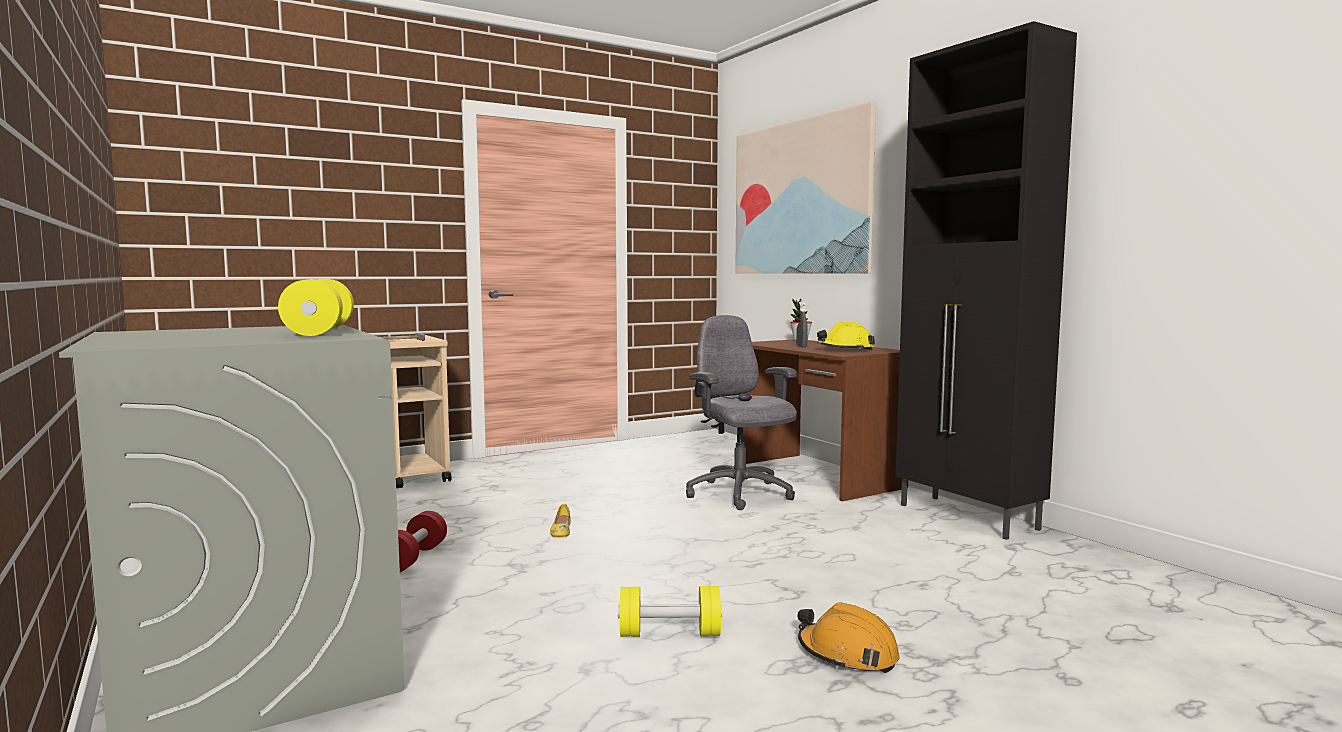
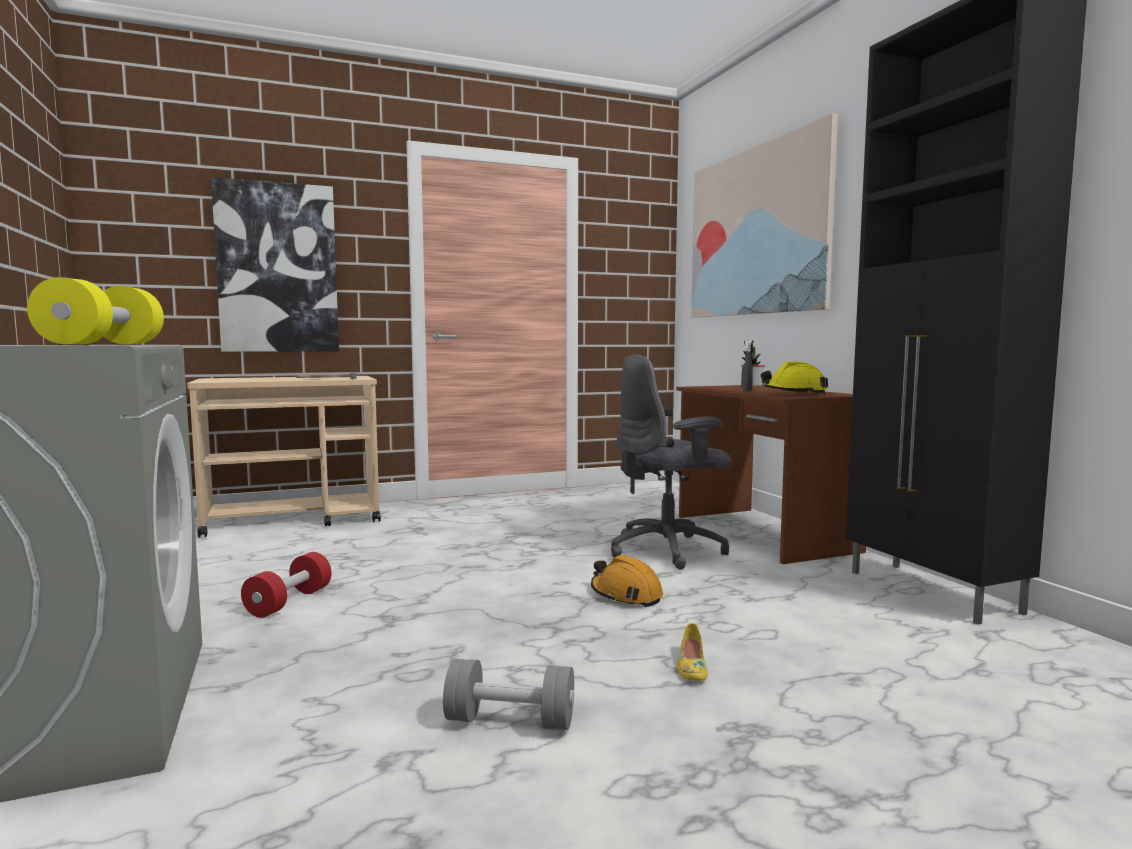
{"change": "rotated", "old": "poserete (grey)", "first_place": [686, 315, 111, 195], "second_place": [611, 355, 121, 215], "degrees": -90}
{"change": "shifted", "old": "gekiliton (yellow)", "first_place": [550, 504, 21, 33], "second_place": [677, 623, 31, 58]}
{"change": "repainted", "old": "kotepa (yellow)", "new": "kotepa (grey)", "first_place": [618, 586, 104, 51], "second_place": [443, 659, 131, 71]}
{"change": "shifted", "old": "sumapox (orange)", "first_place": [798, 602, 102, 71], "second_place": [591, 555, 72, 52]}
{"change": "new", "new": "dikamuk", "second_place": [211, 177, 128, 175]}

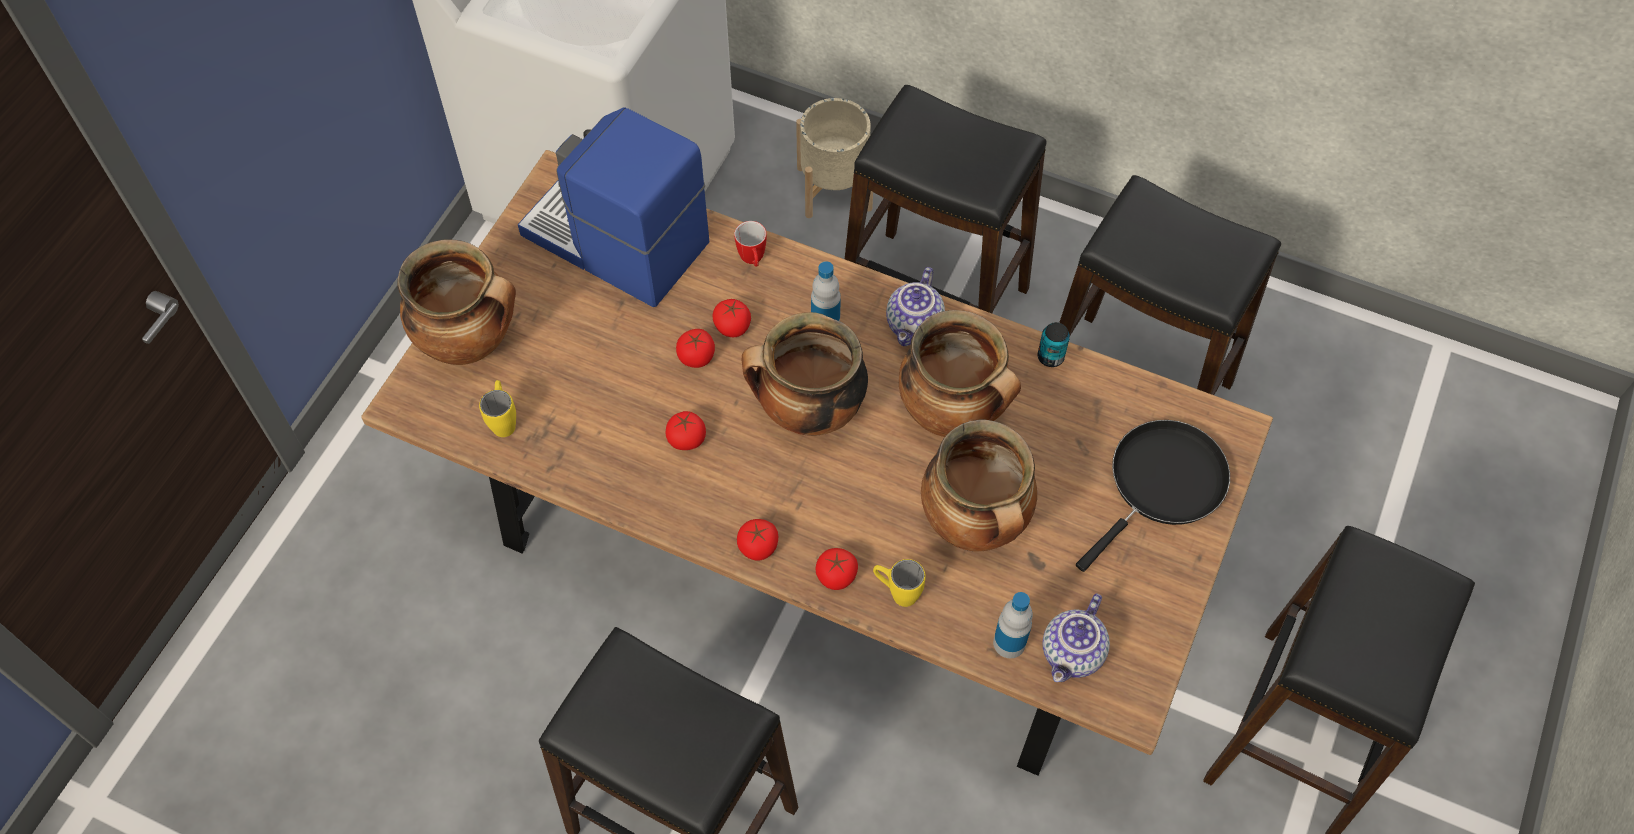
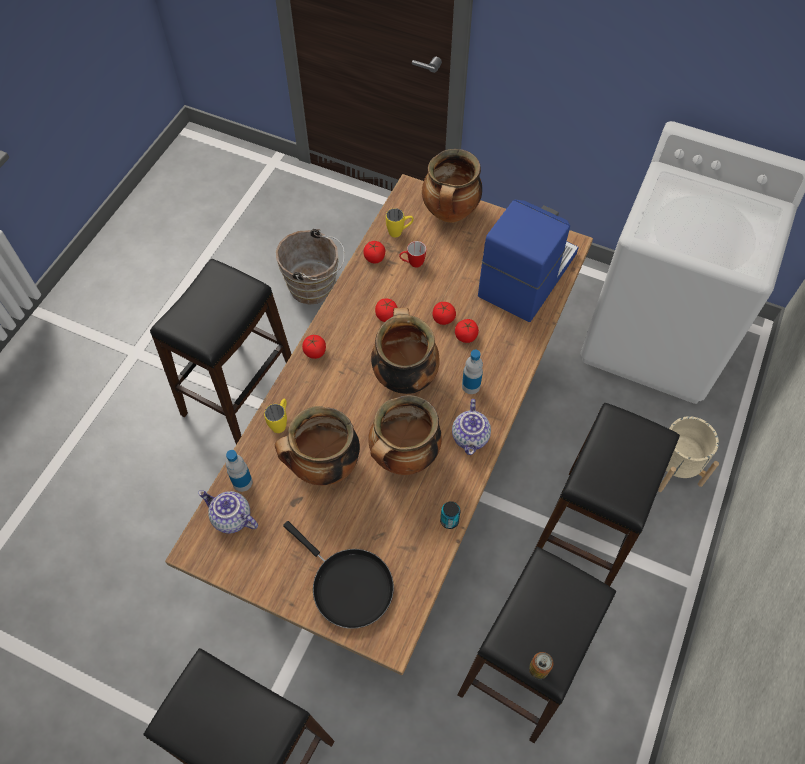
{"change": "shifted", "old": "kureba", "first_place": [734, 221, 33, 46], "second_place": [399, 241, 27, 27]}
{"change": "rotated", "old": "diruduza", "first_place": [886, 267, 59, 79], "second_place": [452, 399, 39, 56], "degrees": -105}
{"change": "shifted", "old": "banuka", "first_place": [816, 548, 42, 42], "second_place": [363, 241, 22, 22]}
{"change": "new", "new": "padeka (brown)", "second_place": [276, 229, 69, 76]}
{"change": "new", "new": "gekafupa", "second_place": [529, 652, 24, 27]}

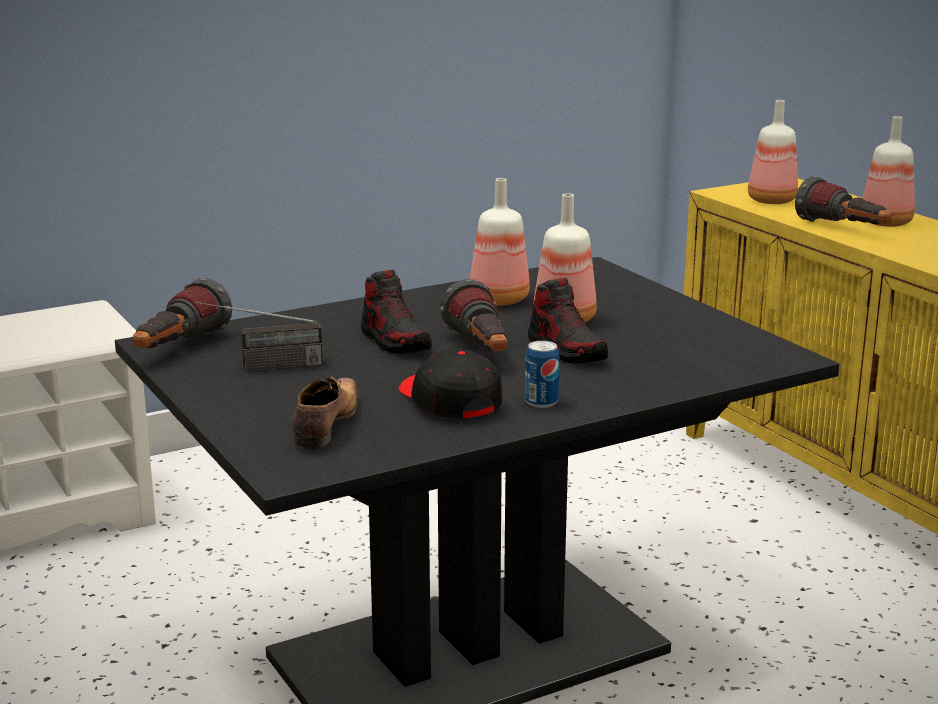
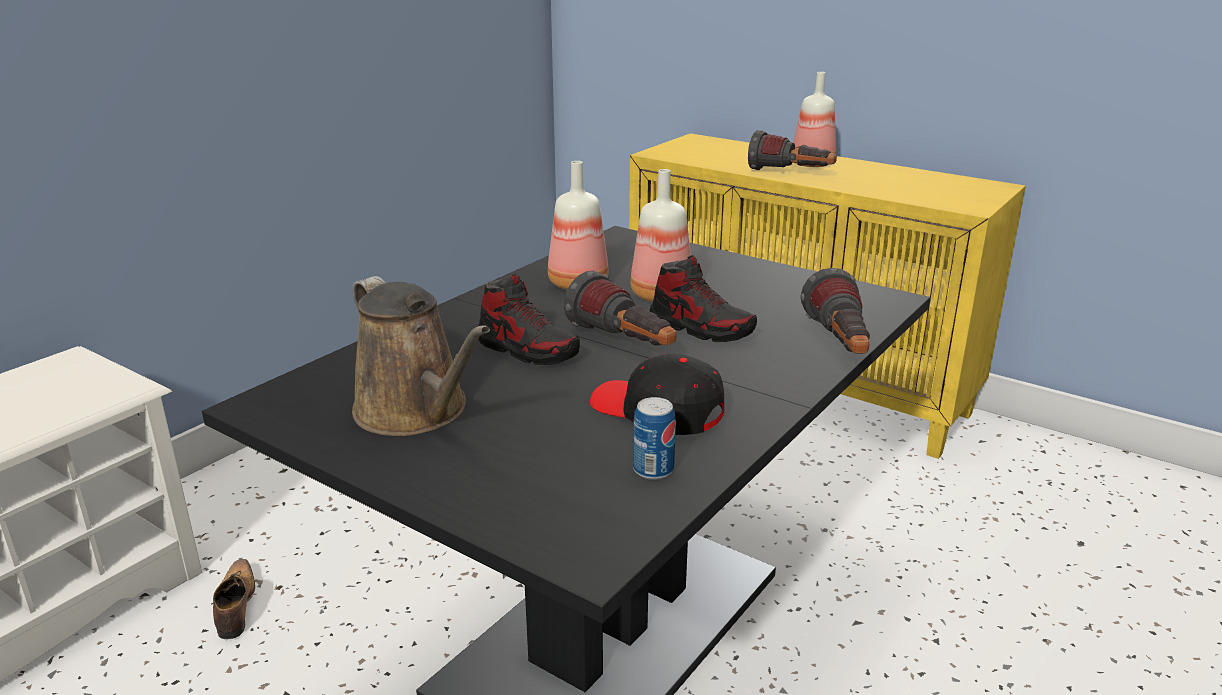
{"change": "gone", "old": "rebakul", "first_place": [748, 100, 50, 104]}
{"change": "shifted", "old": "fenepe", "first_place": [133, 278, 99, 70], "second_place": [800, 268, 70, 86]}
{"change": "swapped", "old": "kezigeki", "new": "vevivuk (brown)", "first_place": [196, 302, 127, 70], "second_place": [352, 276, 138, 160]}
{"change": "shifted", "old": "gekafupa", "first_place": [525, 341, 35, 67], "second_place": [633, 397, 43, 83]}
{"change": "shifted", "old": "gekiliton", "first_place": [293, 376, 65, 74], "second_place": [213, 559, 42, 80]}

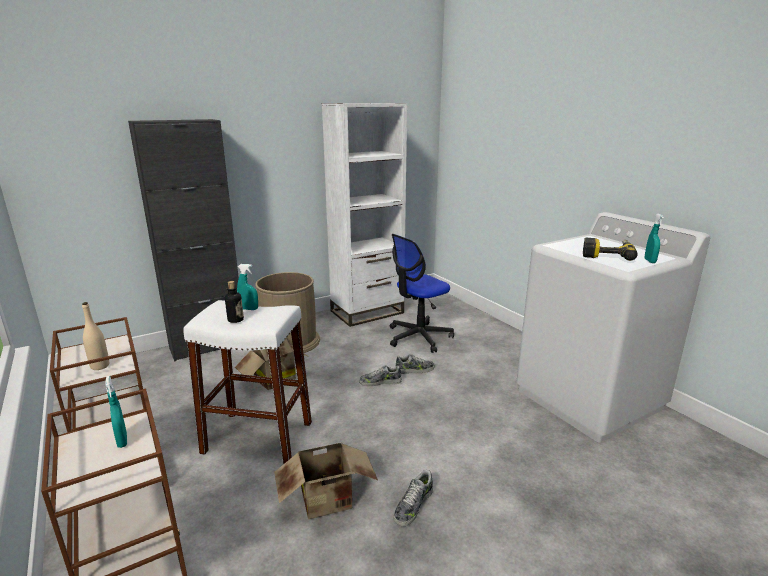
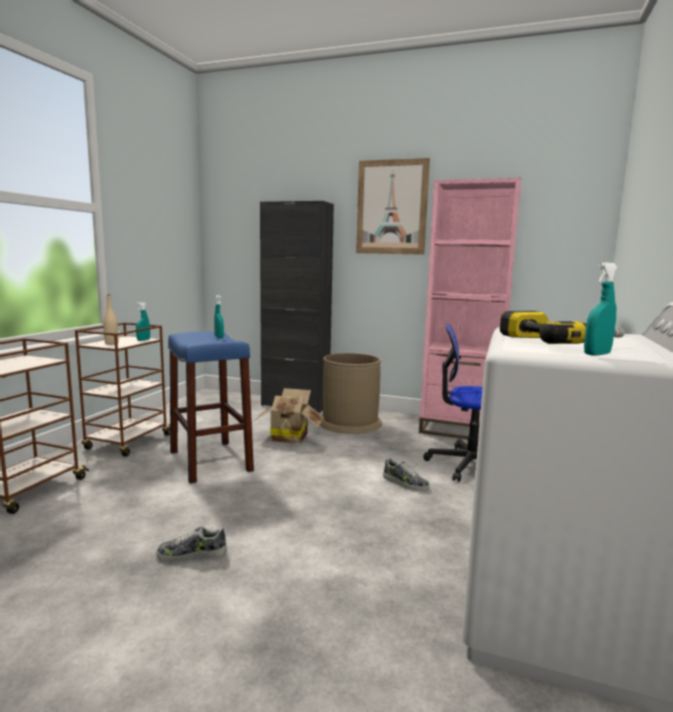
{"change": "repainted", "old": "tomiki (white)", "new": "tomiki (pink)", "first_place": [322, 103, 85, 224], "second_place": [419, 178, 102, 261]}
{"change": "gone", "old": "rebakul", "first_place": [225, 281, 19, 42]}
{"change": "repainted", "old": "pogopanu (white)", "new": "pogopanu (blue)", "first_place": [183, 300, 129, 164], "second_place": [168, 331, 86, 153]}
{"change": "gone", "old": "gekiliton", "first_place": [359, 365, 43, 21]}
{"change": "shifted", "old": "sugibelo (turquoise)", "first_place": [105, 376, 22, 72], "second_place": [136, 302, 14, 39]}
{"change": "gone", "old": "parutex", "first_place": [274, 442, 104, 77]}
{"change": "new", "new": "dikamuk", "second_place": [356, 158, 74, 97]}

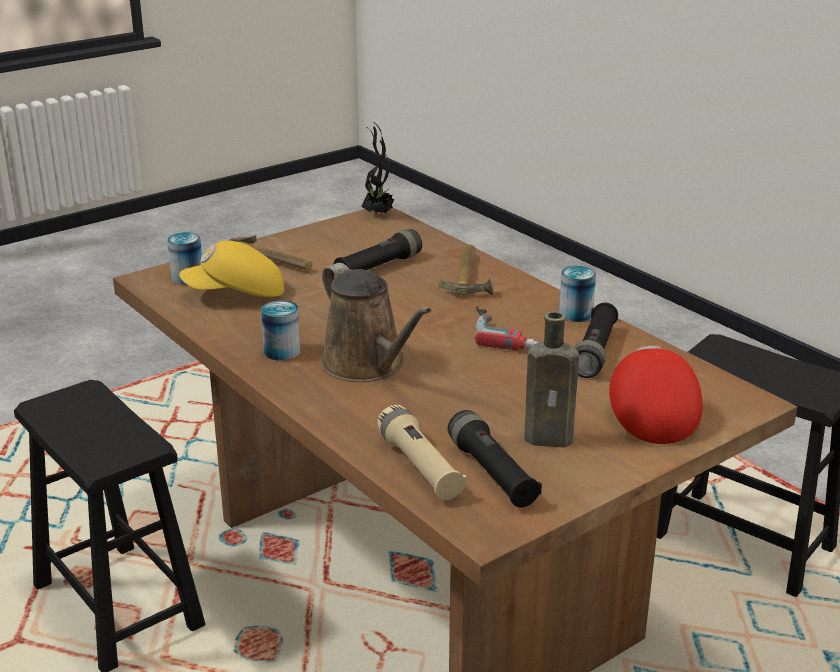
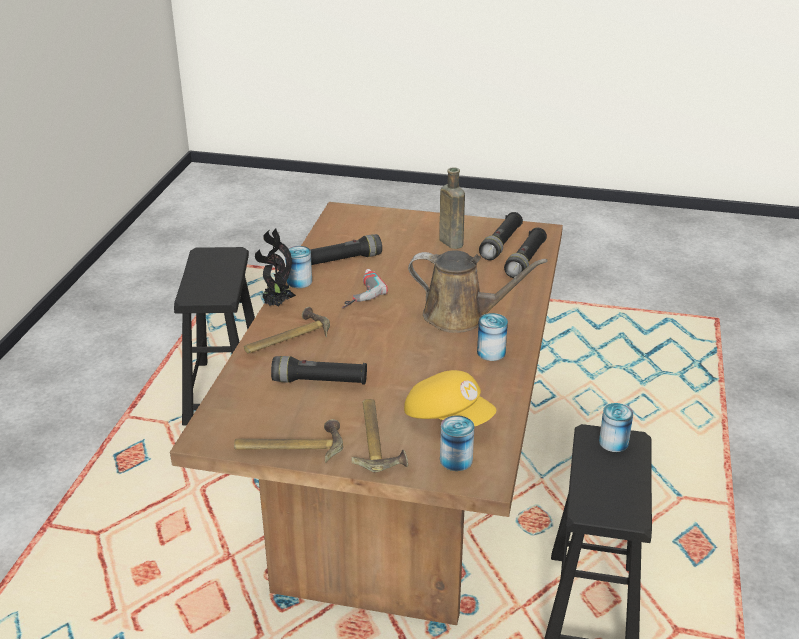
{"change": "shifted", "old": "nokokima", "first_place": [361, 121, 34, 94], "second_place": [255, 228, 41, 79]}
{"change": "rotated", "old": "vevivuk (brown)", "first_place": [321, 263, 110, 119], "second_place": [408, 250, 139, 83], "degrees": 90}
{"change": "gone", "old": "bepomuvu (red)", "first_place": [609, 346, 94, 98]}
{"change": "repainted", "old": "fenepe (beige)", "new": "fenepe (black)", "first_place": [377, 405, 89, 95], "second_place": [504, 227, 43, 51]}
{"change": "new", "new": "gekafupa", "second_place": [599, 403, 34, 49]}
{"change": "new", "new": "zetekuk", "second_place": [234, 419, 109, 44]}

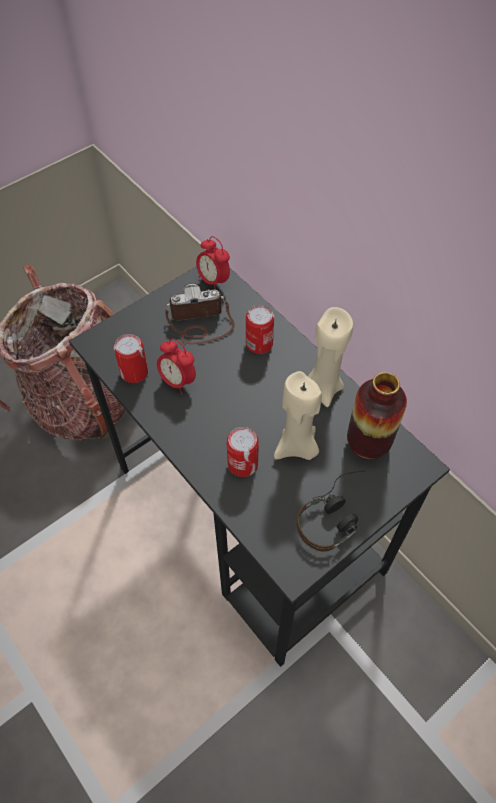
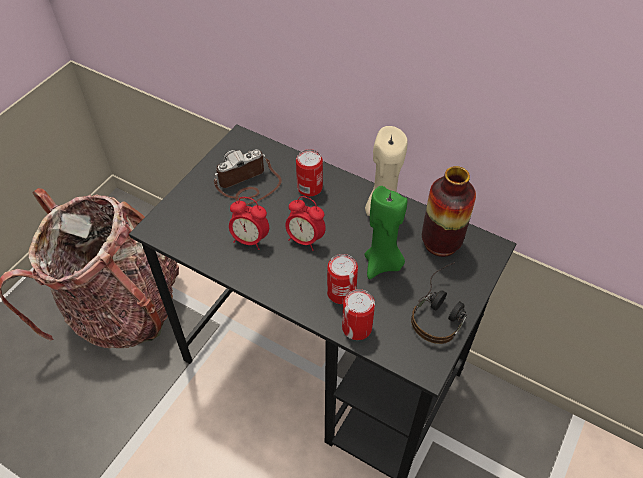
{"change": "shifted", "old": "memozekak", "first_place": [196, 236, 34, 54], "second_place": [285, 196, 41, 55]}
{"change": "shifted", "old": "gekafupa", "first_place": [114, 334, 34, 49], "second_place": [342, 289, 33, 51]}
{"change": "repainted", "old": "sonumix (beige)", "new": "sonumix (green)", "first_place": [274, 371, 48, 89], "second_place": [364, 186, 43, 93]}

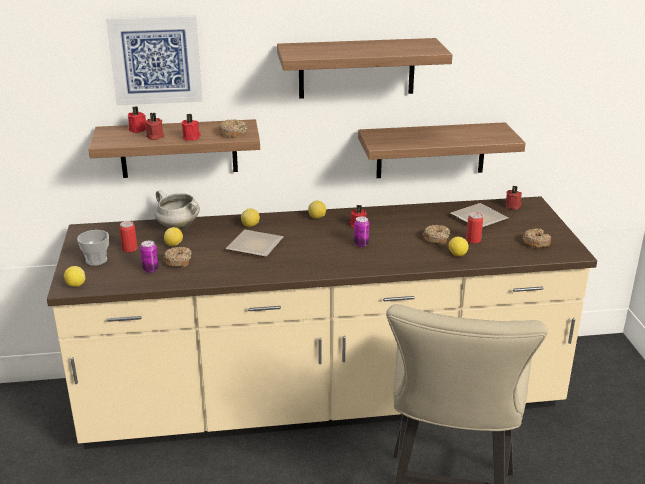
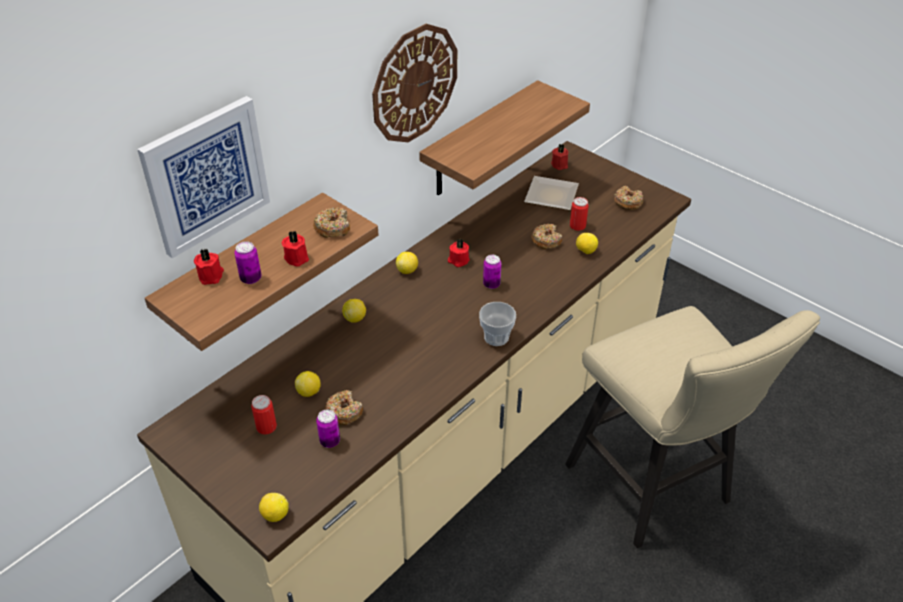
{"change": "swapped", "old": "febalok", "new": "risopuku", "first_place": [277, 38, 176, 61], "second_place": [372, 24, 85, 118]}
{"change": "swapped", "old": "sonumix (red)", "new": "gekafupa", "first_place": [146, 113, 18, 27], "second_place": [234, 241, 27, 43]}
{"change": "gone", "old": "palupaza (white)", "first_place": [154, 190, 46, 39]}
{"change": "shifted", "old": "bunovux", "first_place": [77, 230, 32, 36], "second_place": [479, 302, 37, 44]}
{"change": "gone", "old": "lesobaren", "first_place": [226, 230, 58, 27]}

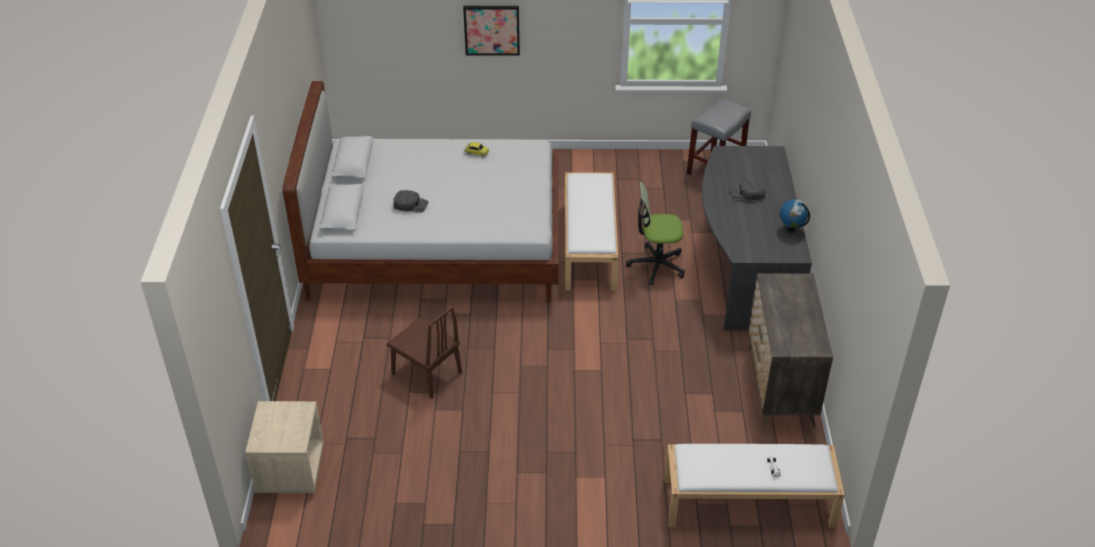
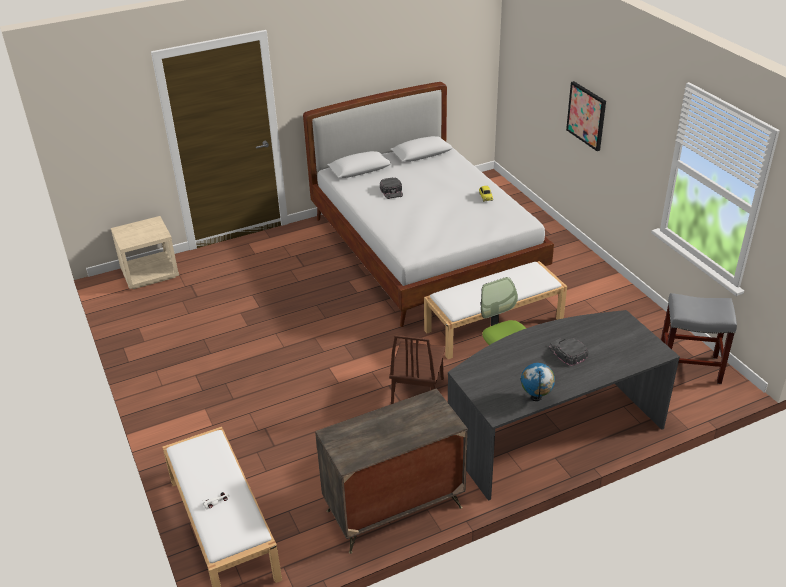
{"change": "shifted", "old": "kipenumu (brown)", "first_place": [387, 306, 75, 92], "second_place": [389, 335, 56, 69]}

